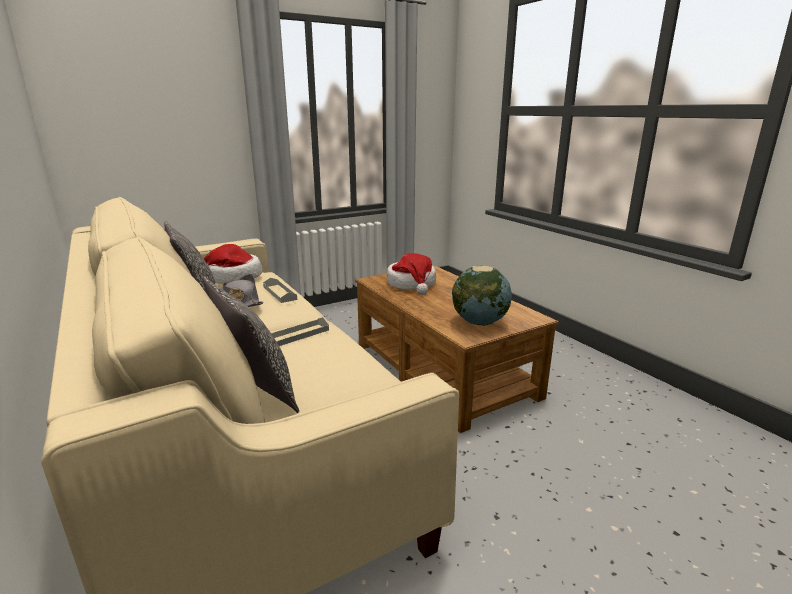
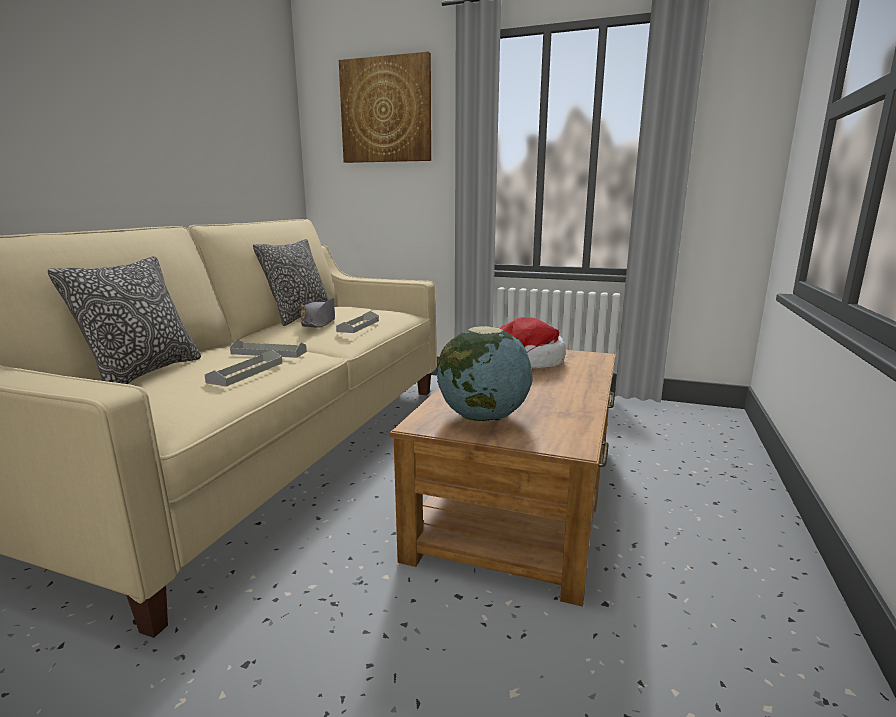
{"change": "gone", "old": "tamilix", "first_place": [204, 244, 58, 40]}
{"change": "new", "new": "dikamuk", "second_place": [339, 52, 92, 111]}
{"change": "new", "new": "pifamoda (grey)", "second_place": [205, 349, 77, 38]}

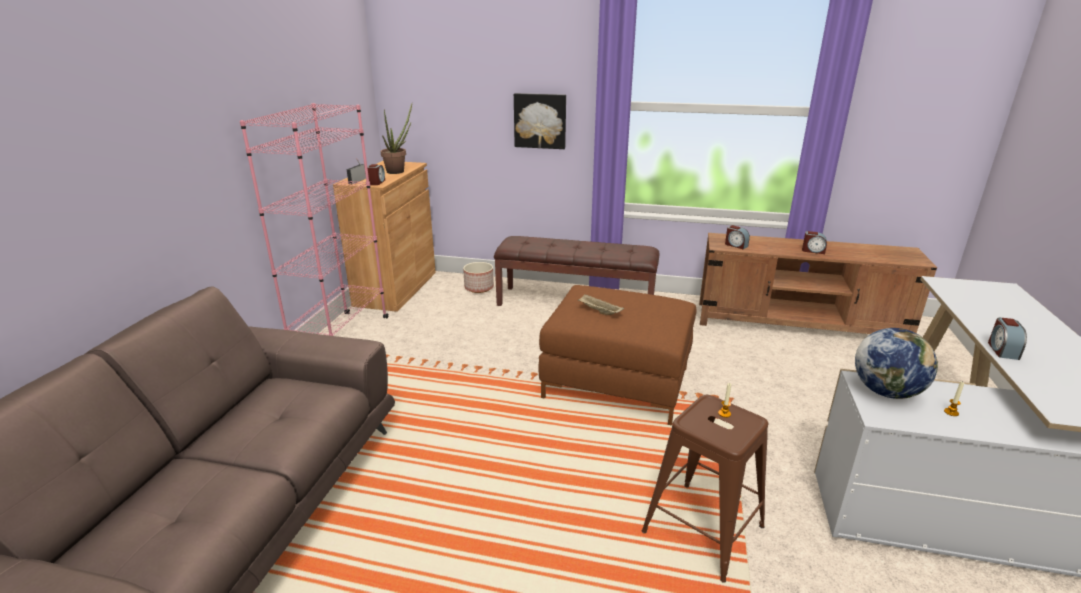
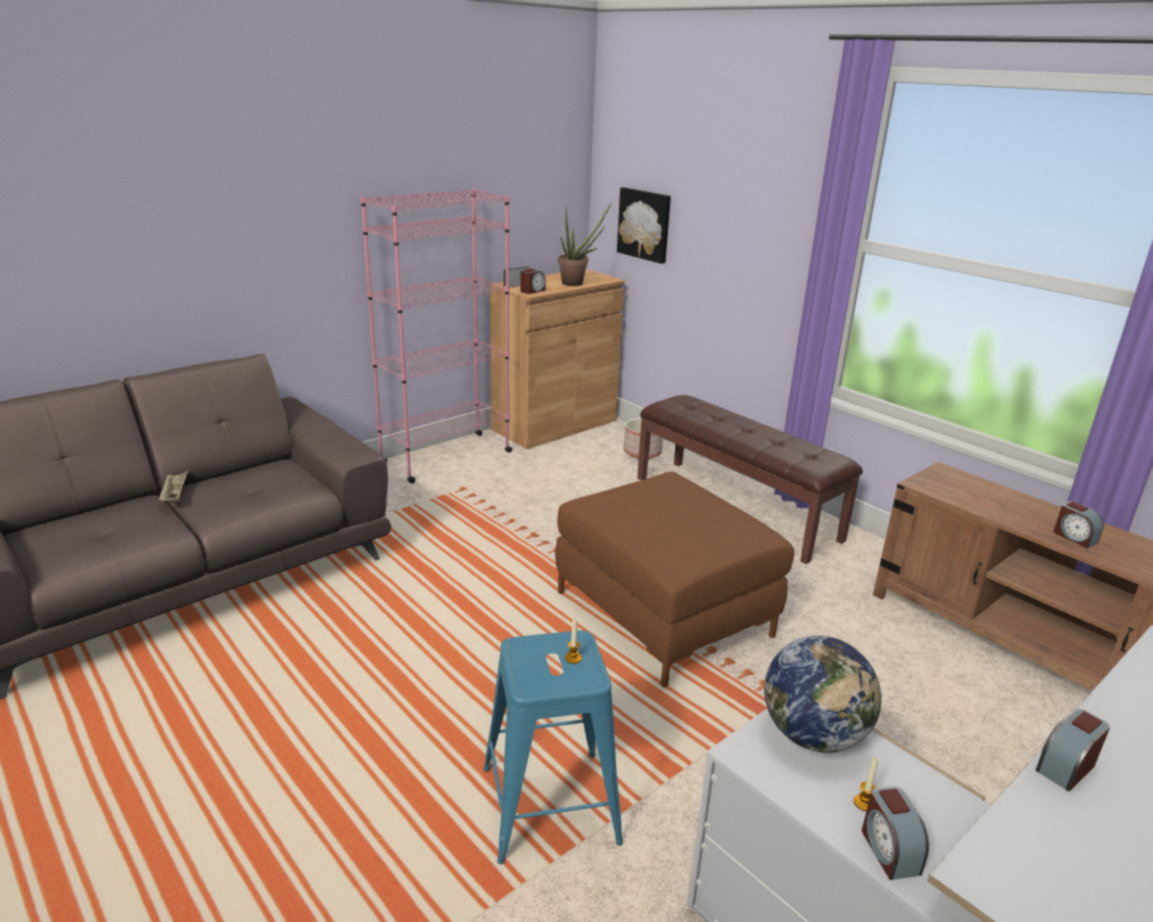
{"change": "shifted", "old": "dikamuk", "first_place": [514, 93, 52, 56], "second_place": [617, 187, 54, 77]}
{"change": "shifted", "old": "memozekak", "first_place": [725, 225, 25, 24], "second_place": [862, 786, 67, 94]}
{"change": "shifted", "old": "pifamoda (beige)", "first_place": [578, 294, 46, 21], "second_place": [159, 471, 29, 31]}
{"change": "repainted", "old": "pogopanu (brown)", "new": "pogopanu (blue)", "first_place": [642, 395, 126, 188], "second_place": [484, 630, 139, 234]}

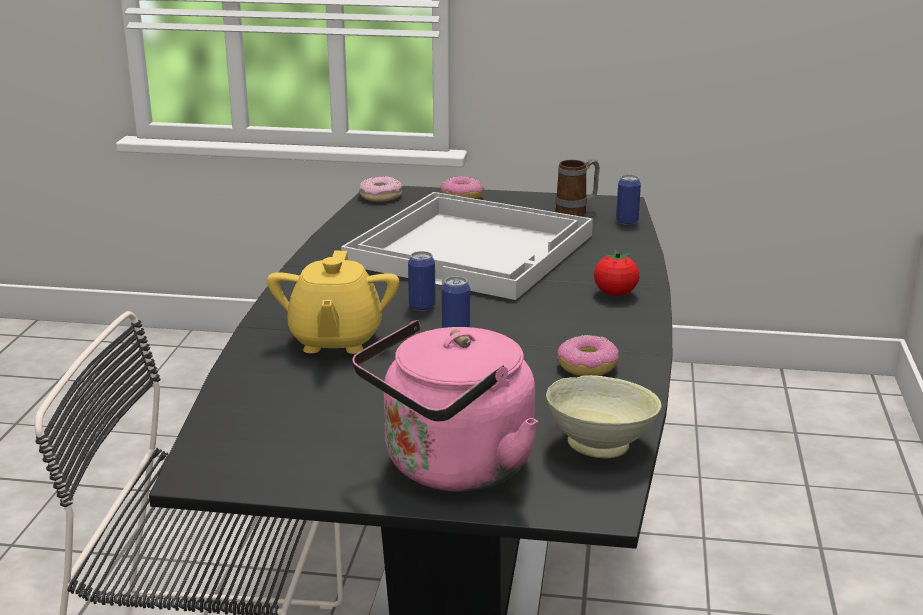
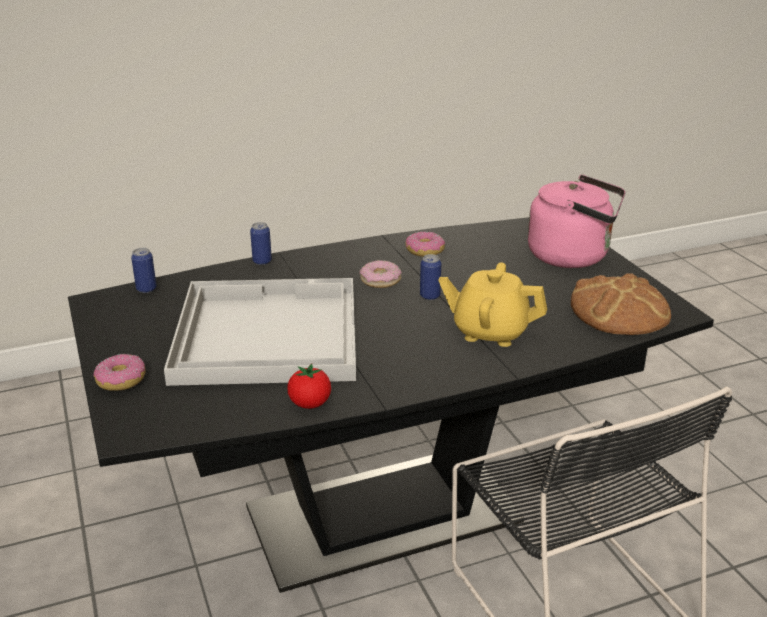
{"change": "gone", "old": "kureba", "first_place": [555, 159, 45, 57]}
{"change": "shifted", "old": "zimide", "first_place": [359, 176, 44, 26], "second_place": [360, 260, 42, 28]}
{"change": "shifted", "old": "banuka", "first_place": [594, 249, 45, 47], "second_place": [287, 363, 44, 46]}
{"change": "rotated", "old": "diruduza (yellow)", "first_place": [267, 250, 132, 104], "second_place": [438, 262, 109, 85], "degrees": -135}
{"change": "shifted", "old": "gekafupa", "first_place": [408, 251, 27, 60], "second_place": [250, 222, 22, 43]}
{"change": "gone", "old": "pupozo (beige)", "first_place": [546, 375, 116, 83]}
{"change": "new", "new": "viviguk", "second_place": [571, 273, 100, 62]}

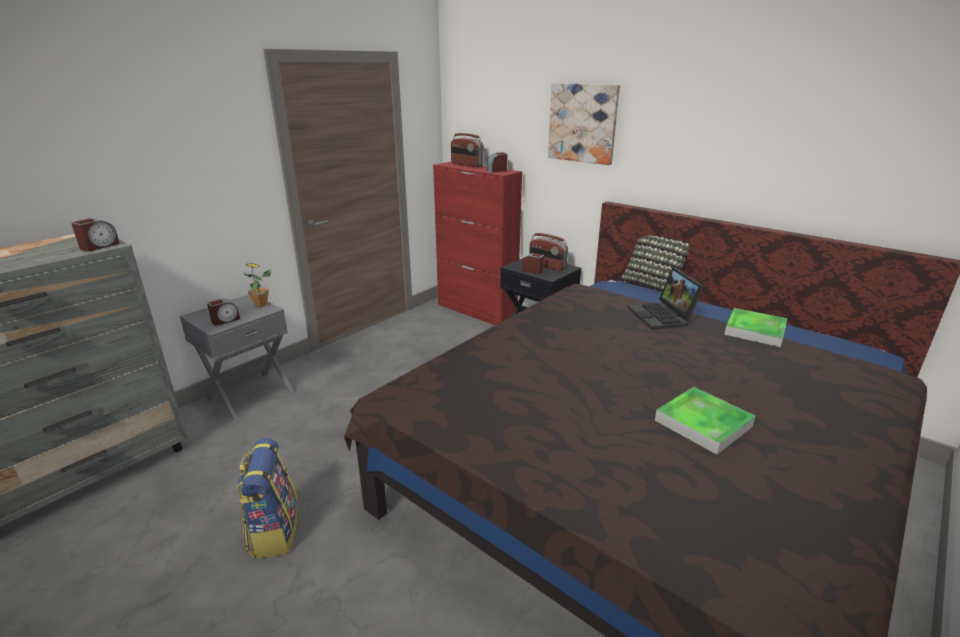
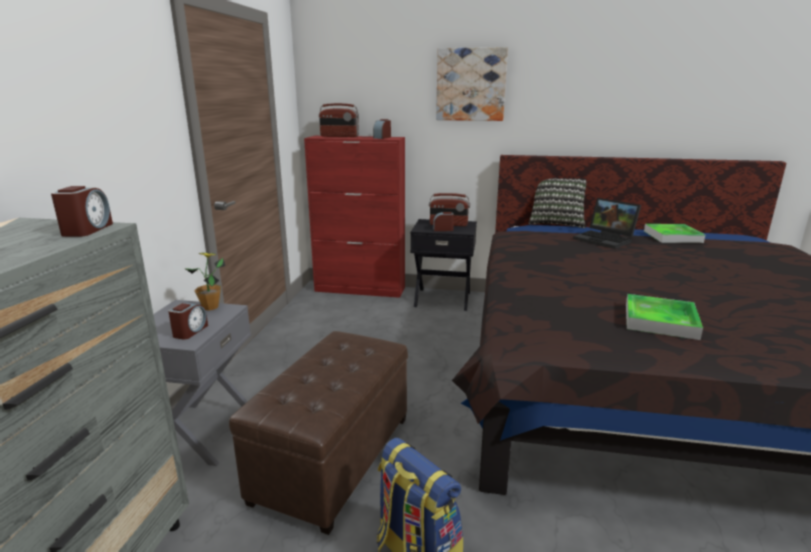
{"change": "shifted", "old": "pifamoda", "first_place": [655, 387, 101, 68], "second_place": [626, 294, 77, 46]}
{"change": "new", "new": "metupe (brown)", "second_place": [229, 331, 179, 204]}

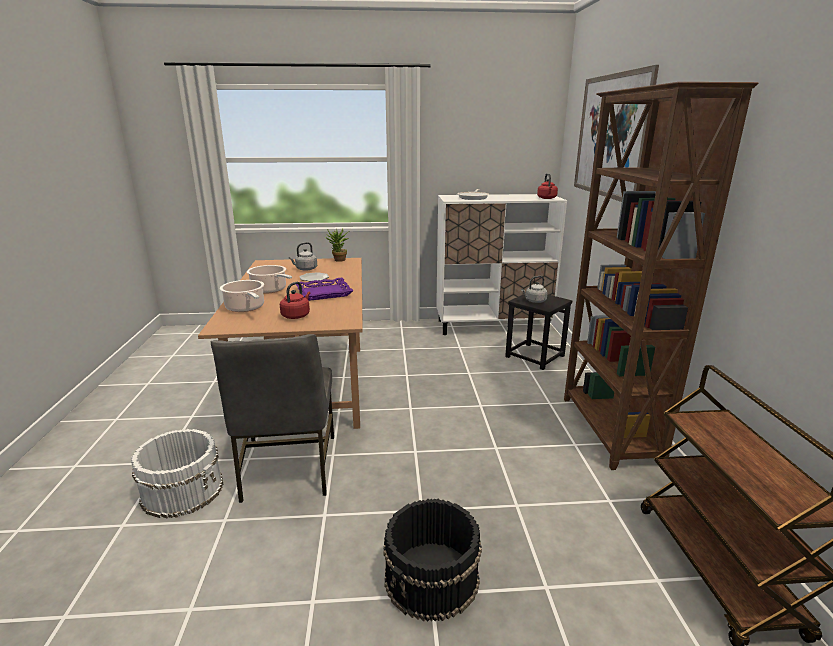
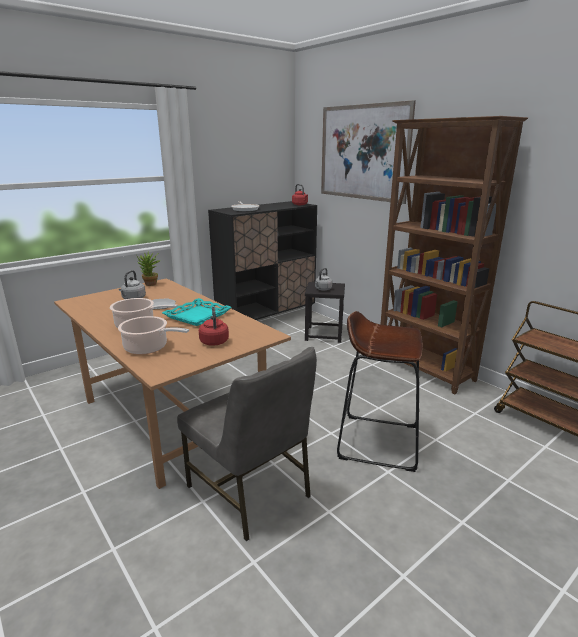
{"change": "repainted", "old": "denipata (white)", "new": "denipata (black)", "first_place": [436, 194, 131, 141], "second_place": [208, 201, 109, 119]}
{"change": "repainted", "old": "pifamoda (purple)", "new": "pifamoda (turquoise)", "first_place": [296, 278, 58, 23], "second_place": [162, 298, 69, 28]}
{"change": "gone", "old": "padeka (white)", "first_place": [131, 429, 93, 89]}
{"change": "gone", "old": "padeka (black)", "first_place": [383, 499, 99, 123]}
{"change": "new", "new": "pogopanu (brown)", "second_place": [337, 311, 86, 161]}

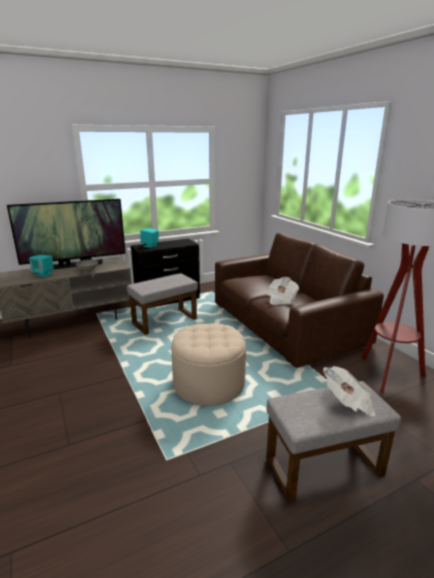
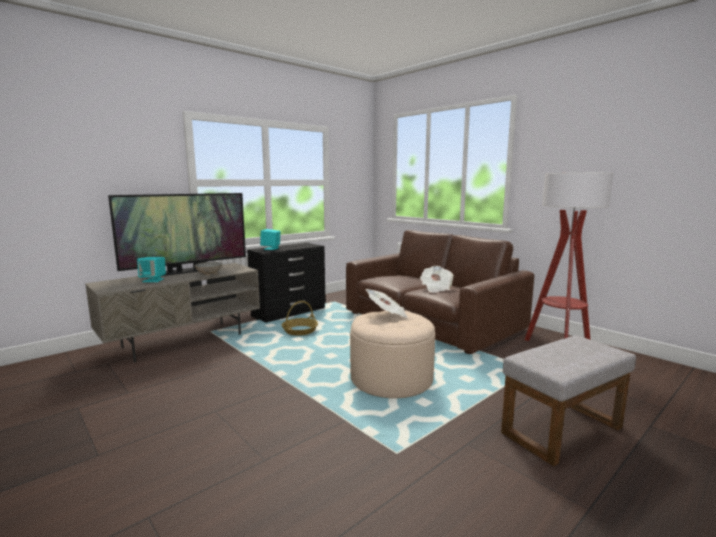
{"change": "swapped", "old": "metupe (grey)", "new": "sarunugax", "first_place": [127, 273, 71, 62], "second_place": [282, 301, 36, 34]}
{"change": "shifted", "old": "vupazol", "first_place": [323, 366, 53, 50], "second_place": [366, 289, 42, 29]}

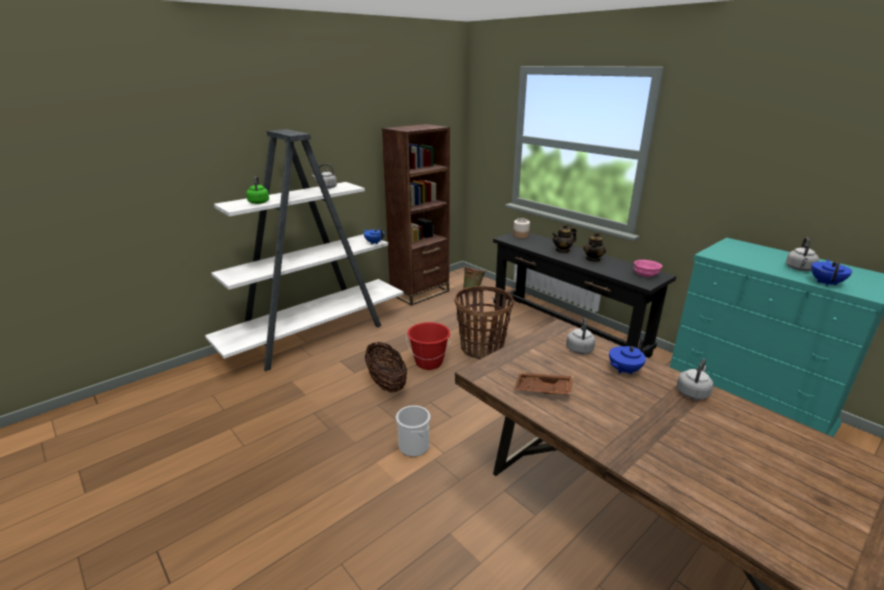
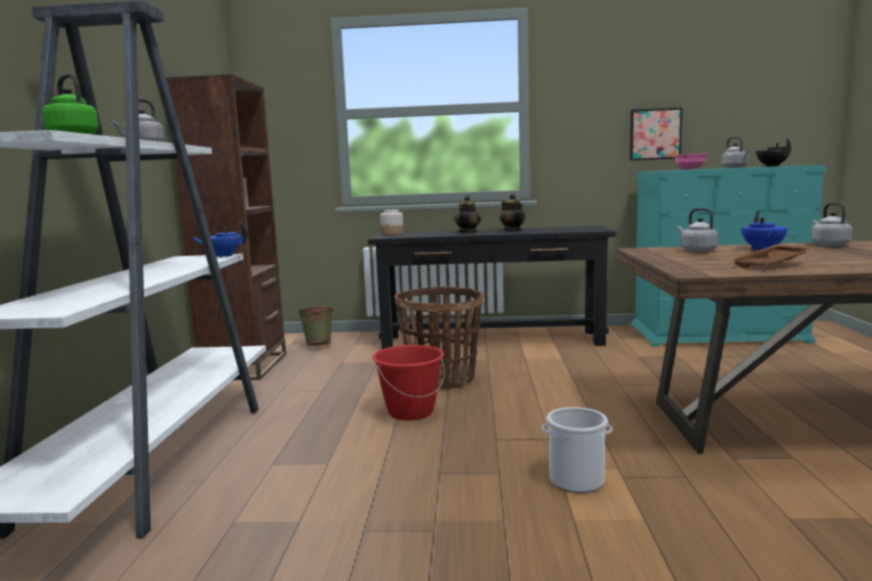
{"change": "repainted", "old": "diruduza (blue)", "new": "diruduza (black)", "first_place": [811, 259, 41, 27], "second_place": [754, 138, 37, 29]}
{"change": "shifted", "old": "pupozo (pink)", "first_place": [634, 260, 28, 17], "second_place": [674, 153, 34, 17]}
{"change": "gone", "old": "sarunugax", "first_place": [365, 342, 42, 51]}
{"change": "new", "new": "dikamuk", "second_place": [630, 107, 53, 54]}

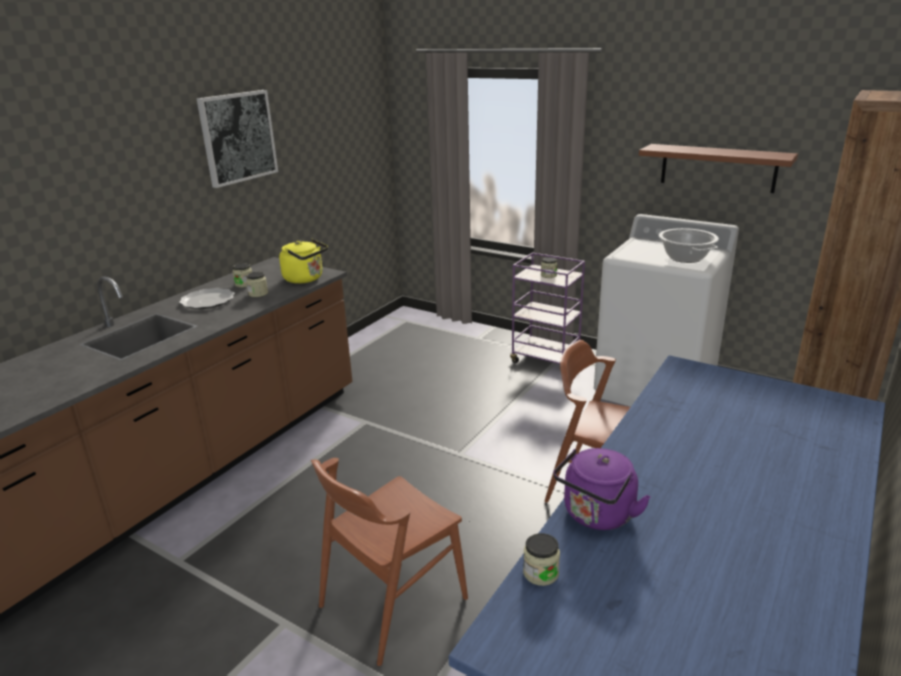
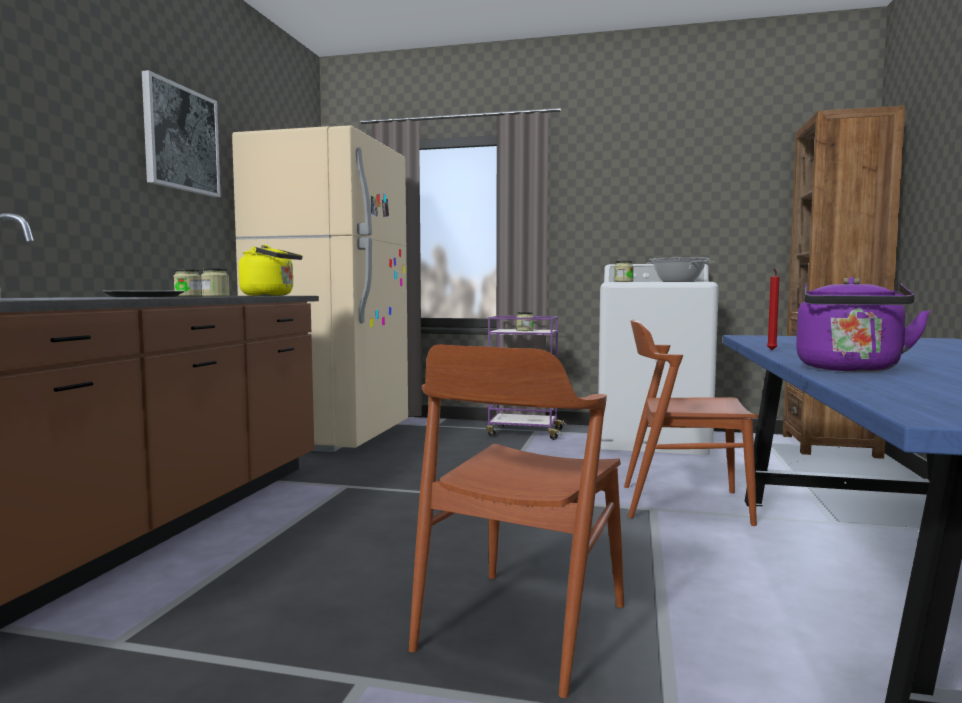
{"change": "gone", "old": "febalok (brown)", "first_place": [639, 144, 159, 49]}
{"change": "shifted", "old": "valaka", "first_place": [523, 533, 37, 53], "second_place": [614, 261, 20, 21]}
{"change": "new", "new": "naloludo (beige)", "second_place": [232, 125, 176, 327]}
{"change": "new", "new": "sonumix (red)", "second_place": [767, 269, 12, 81]}

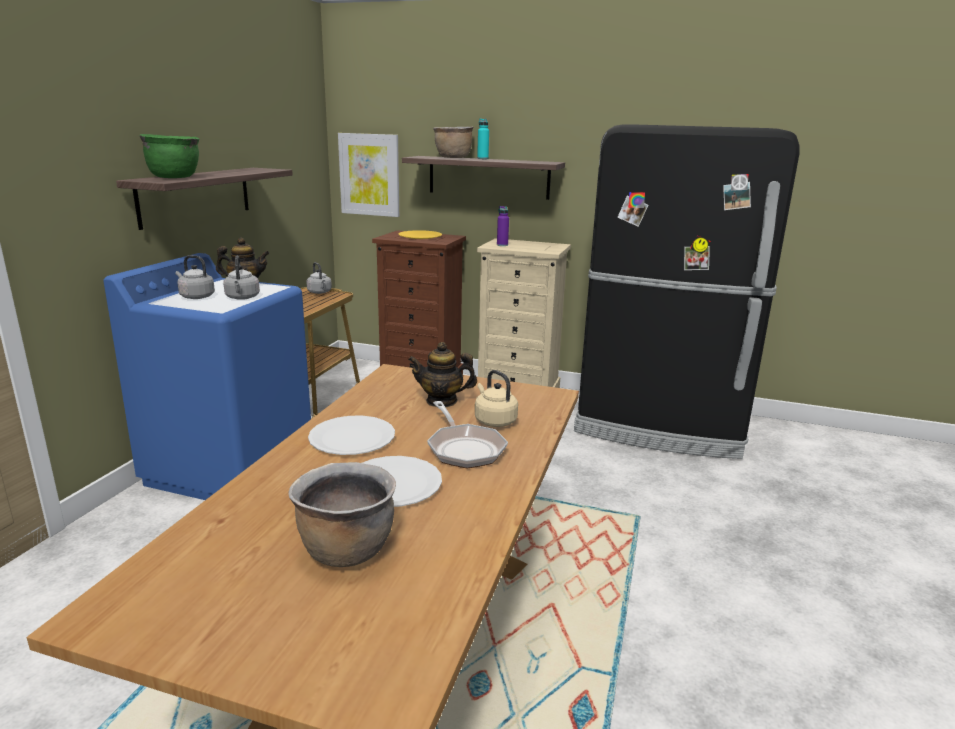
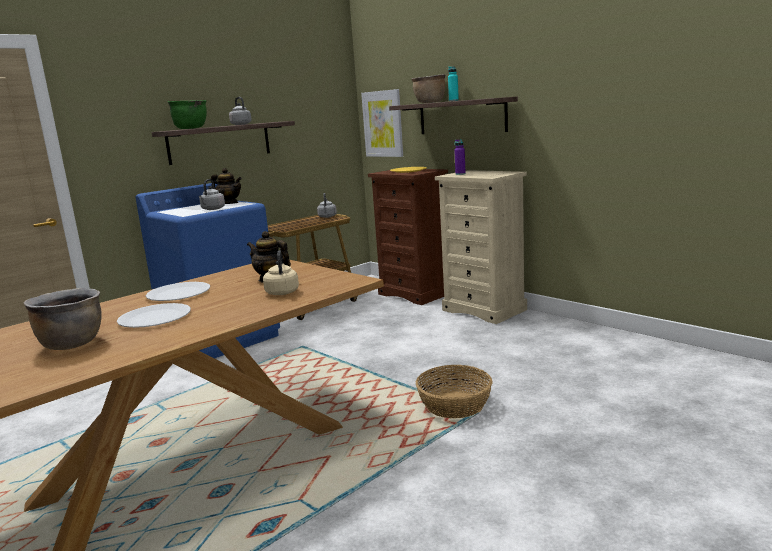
{"change": "gone", "old": "naloludo (black)", "first_place": [574, 124, 226, 335]}
{"change": "shifted", "old": "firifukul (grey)", "first_place": [176, 255, 39, 44], "second_place": [229, 97, 23, 28]}
{"change": "gone", "old": "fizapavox", "first_place": [427, 401, 81, 67]}
{"change": "new", "new": "sarunugax", "second_place": [416, 365, 76, 54]}

